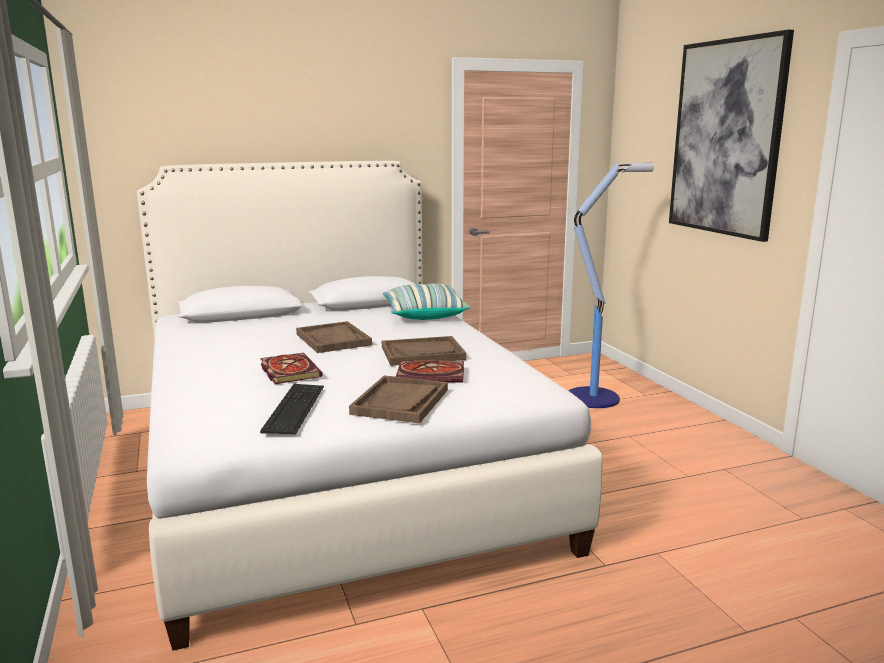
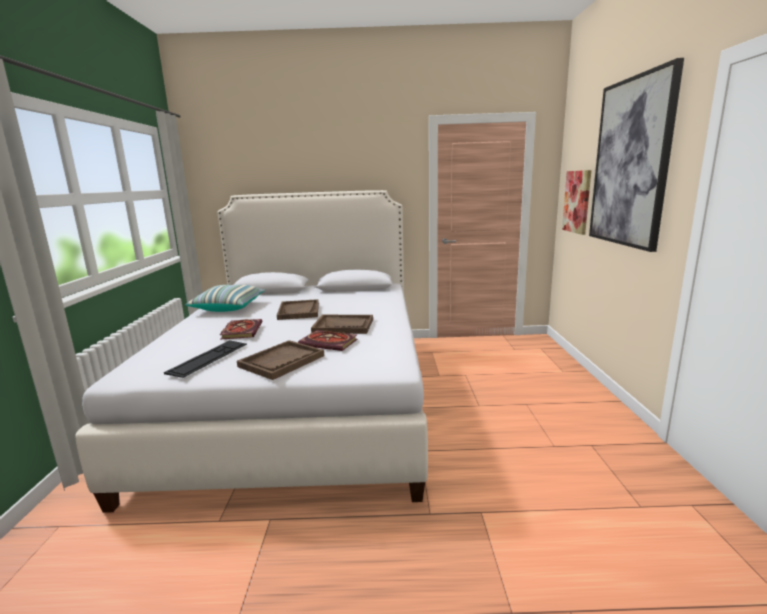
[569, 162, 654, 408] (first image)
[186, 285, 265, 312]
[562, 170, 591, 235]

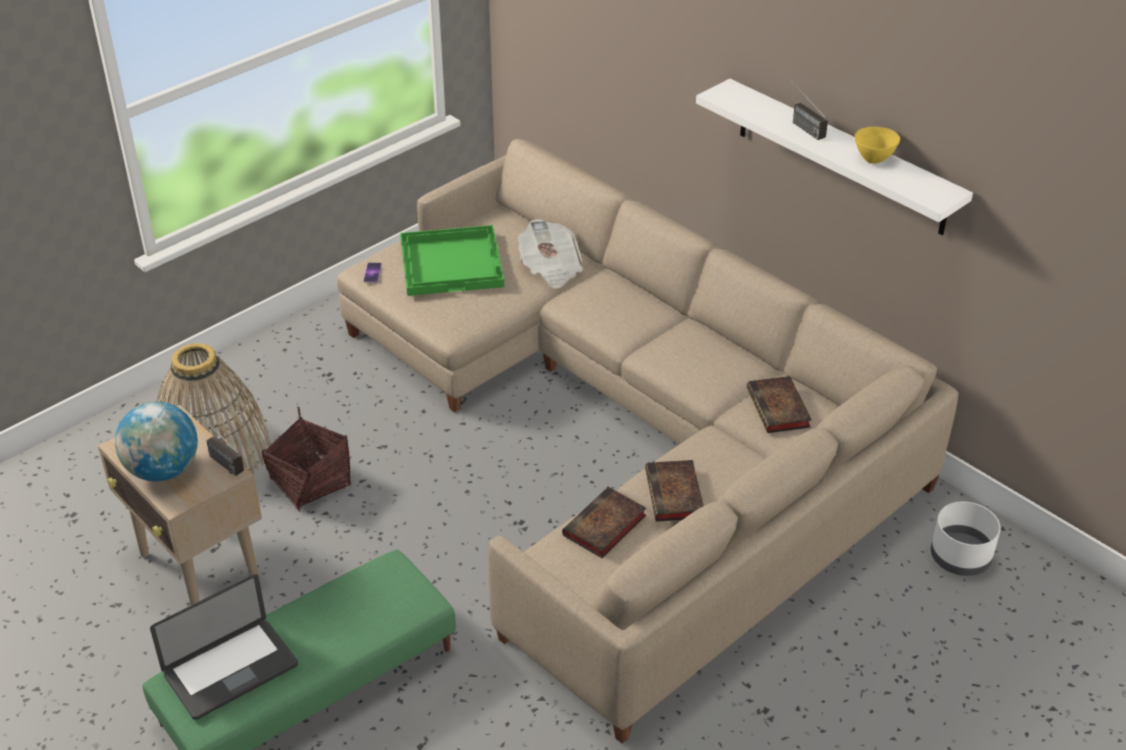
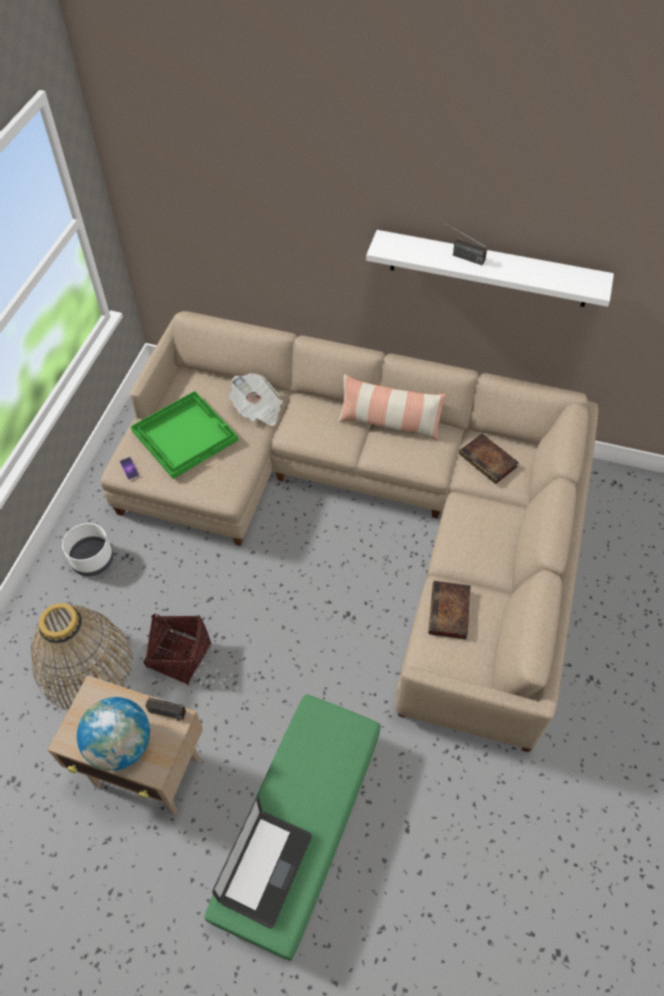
[855, 127, 900, 164] (first image)
[645, 460, 704, 522] (first image)
[62, 523, 113, 576]
[338, 374, 446, 441]

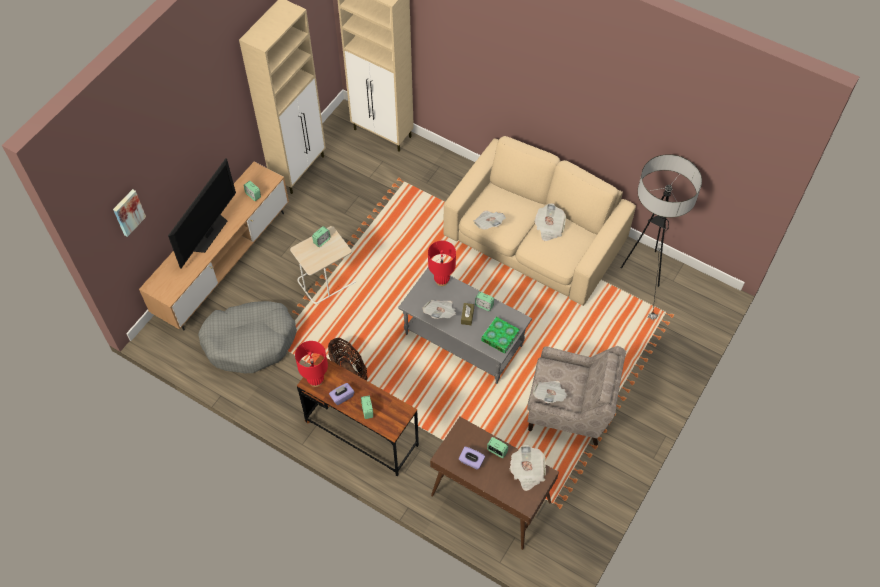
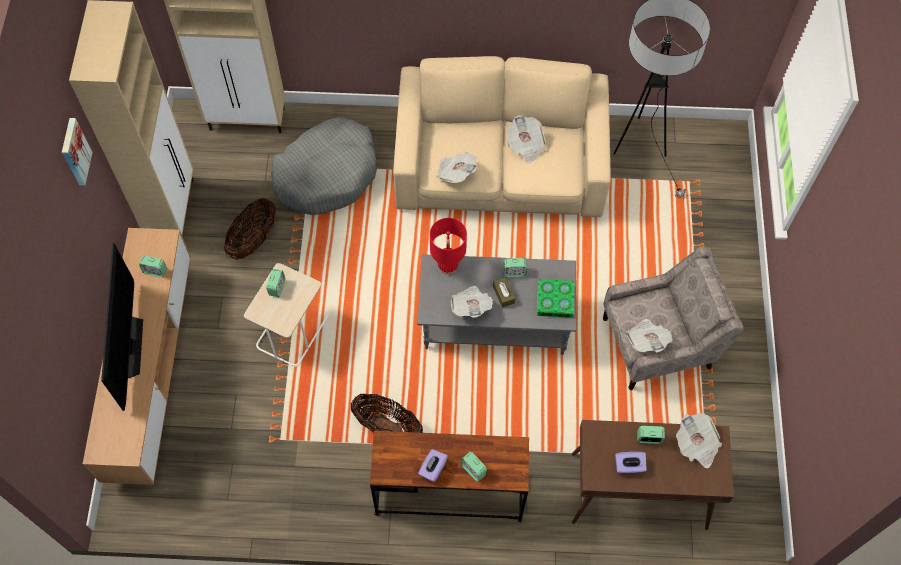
[62, 118, 93, 185]
[271, 117, 377, 215]
[295, 341, 328, 387] (first image)
[224, 198, 276, 259]

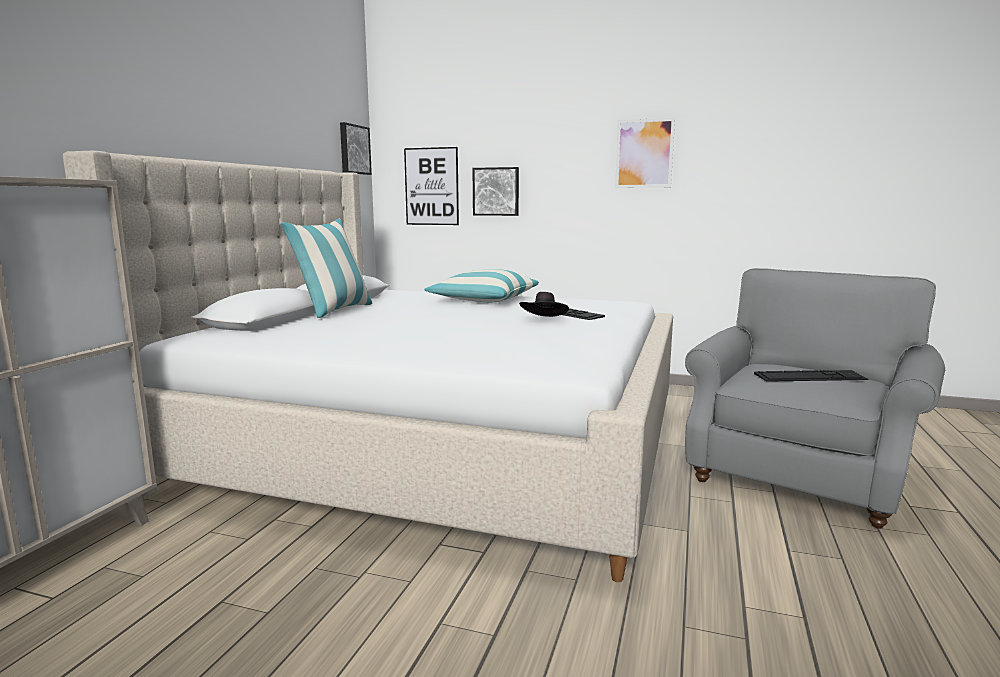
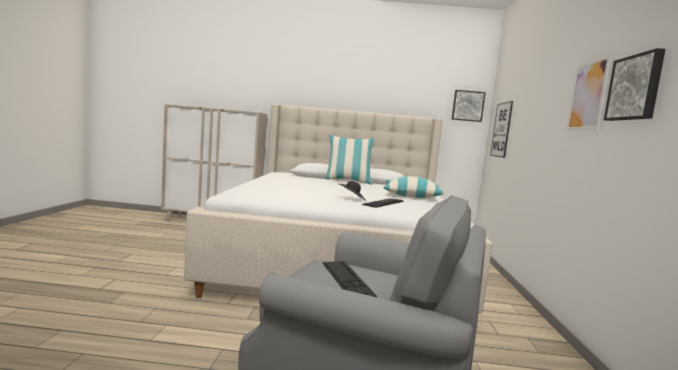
[604, 48, 665, 121]

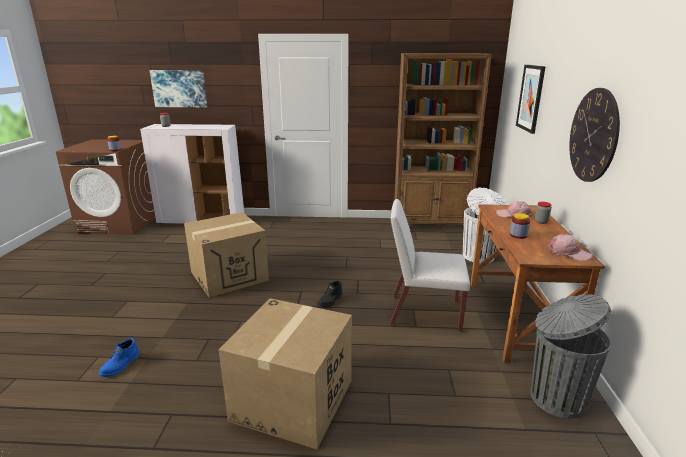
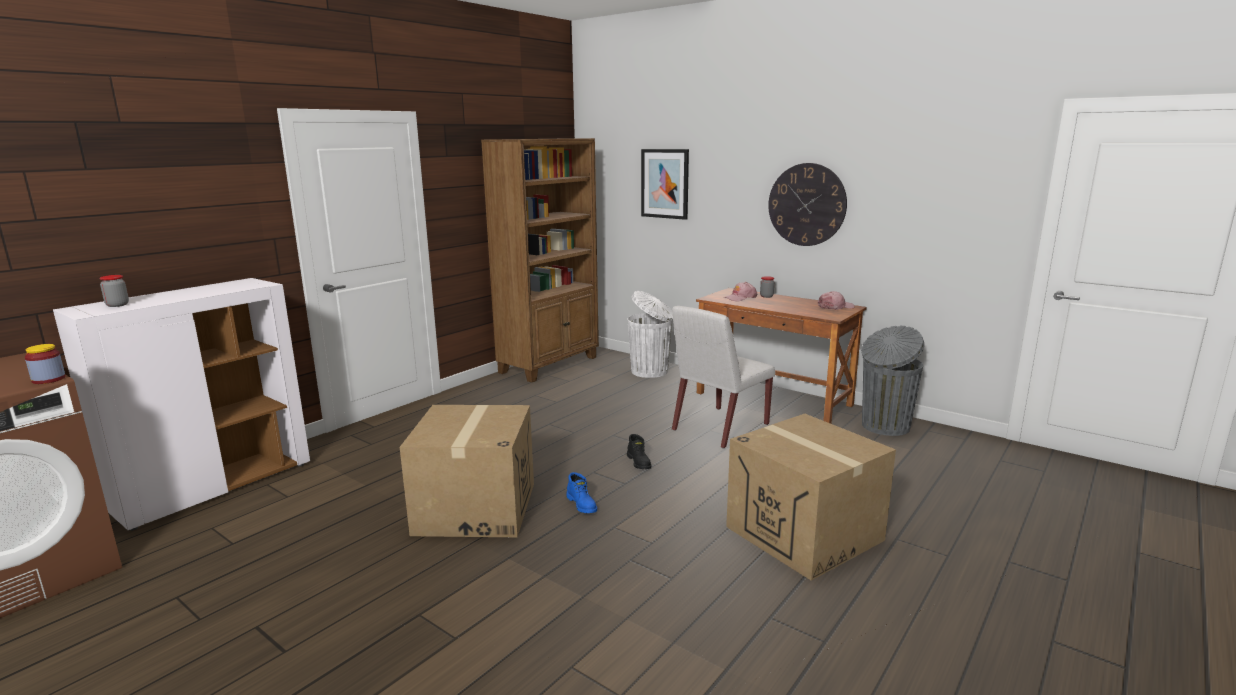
[150, 70, 207, 107] (first image)
[510, 213, 530, 239] (first image)
[566, 472, 597, 513]

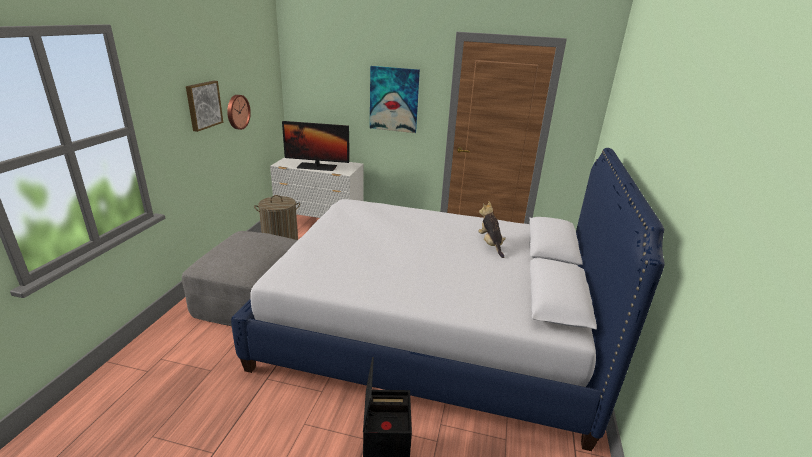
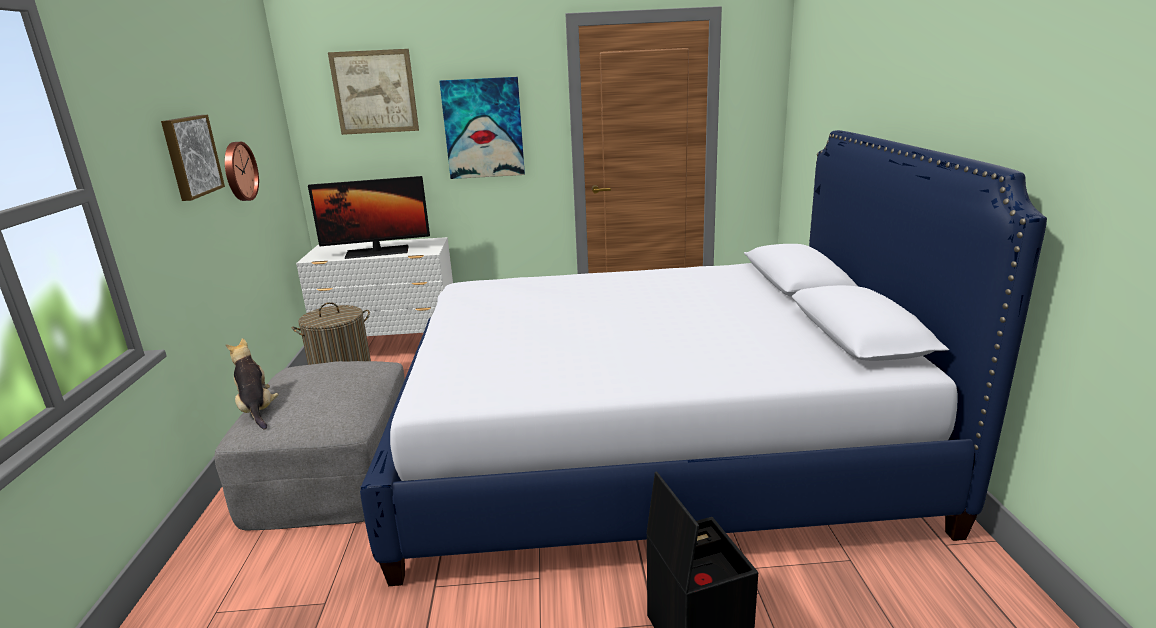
[226, 338, 279, 429]
[328, 49, 419, 135]

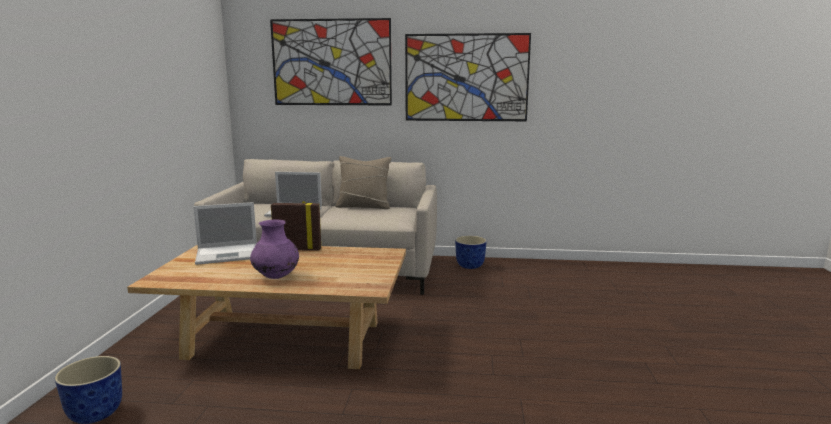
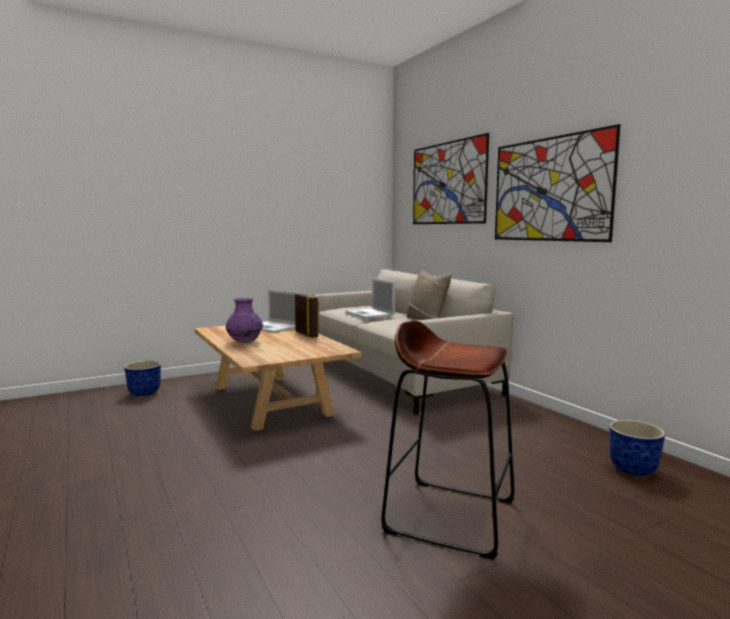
[609, 420, 665, 476]
[382, 321, 515, 560]

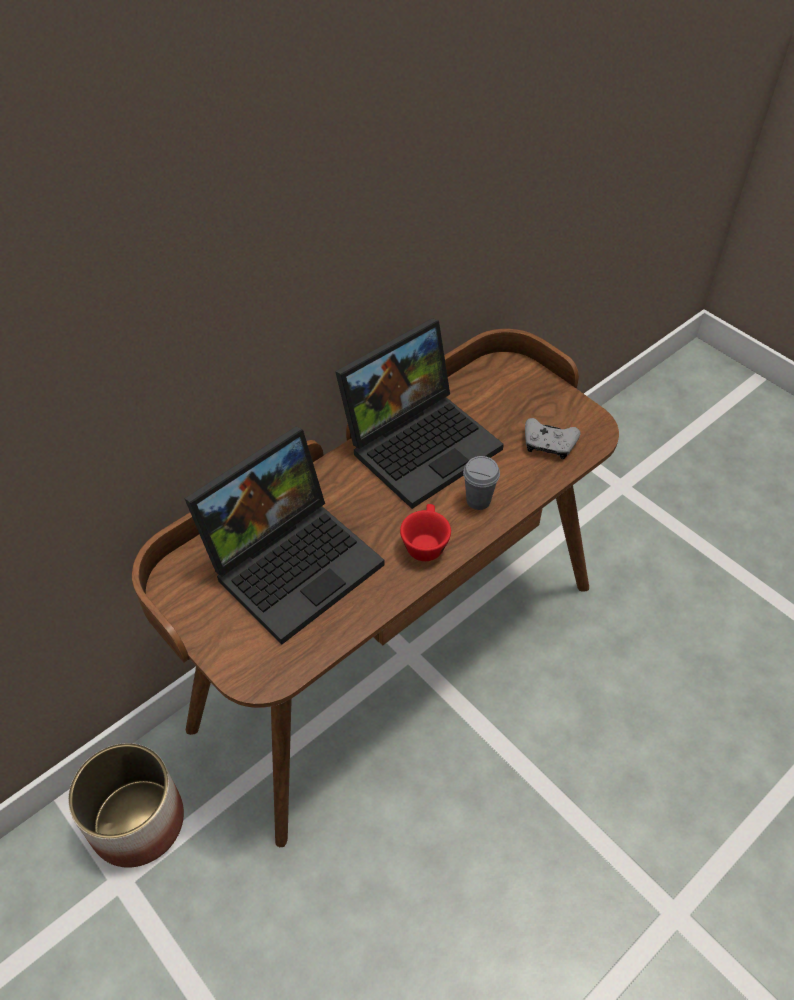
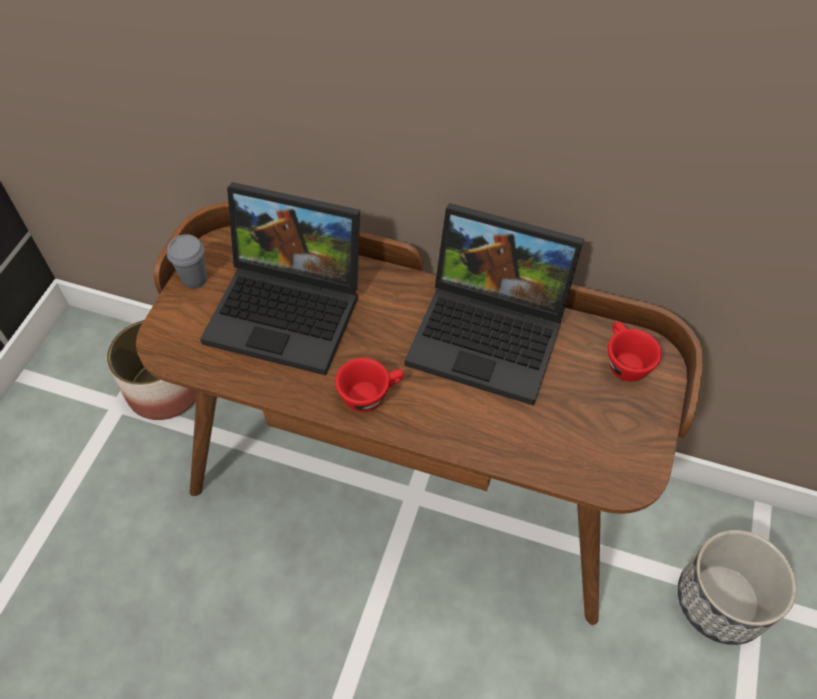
[525, 418, 581, 459] (first image)
[167, 234, 207, 289]
[608, 322, 662, 382]
[678, 530, 797, 645]

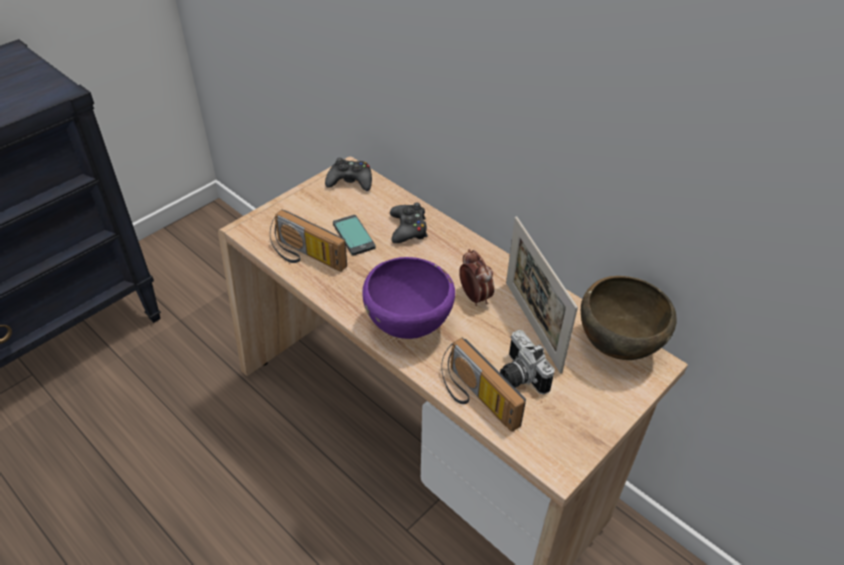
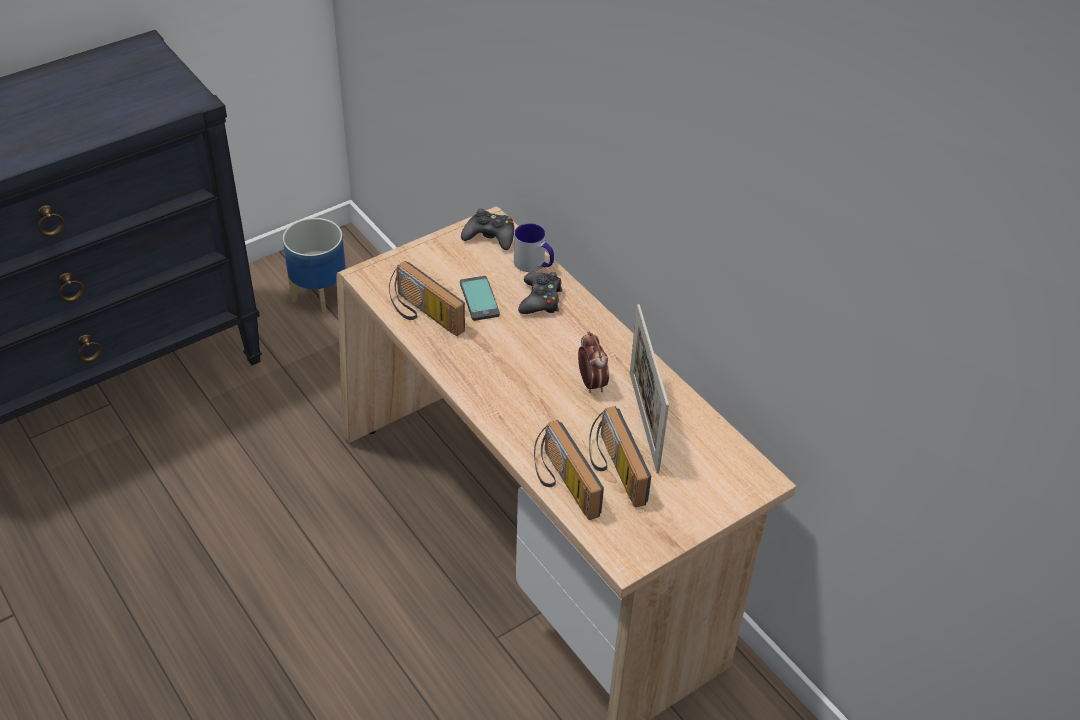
[362, 257, 455, 339] (first image)
[581, 276, 676, 360] (first image)
[589, 406, 651, 507]
[283, 218, 346, 315]
[514, 223, 554, 272]

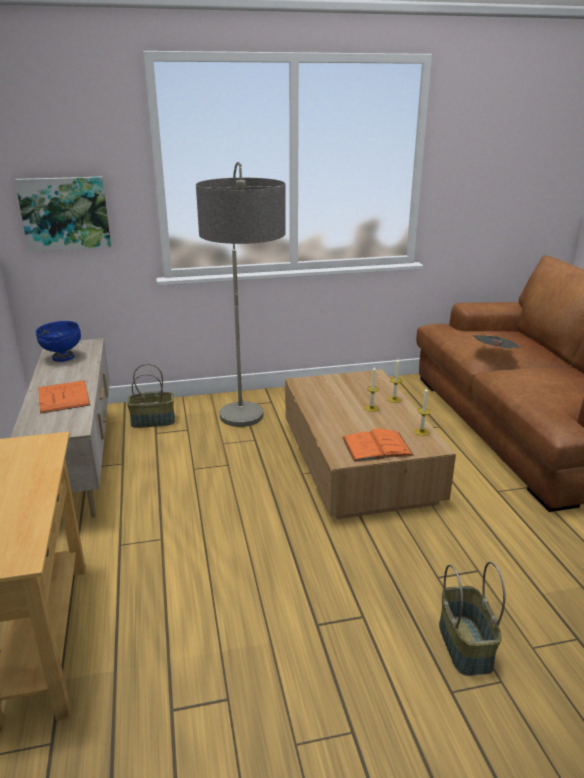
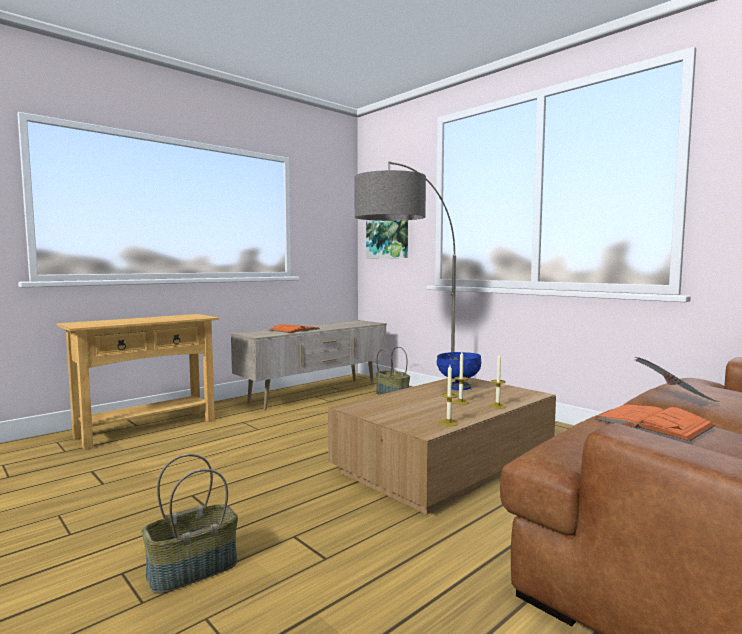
[437, 352, 481, 390]
[594, 404, 715, 441]

